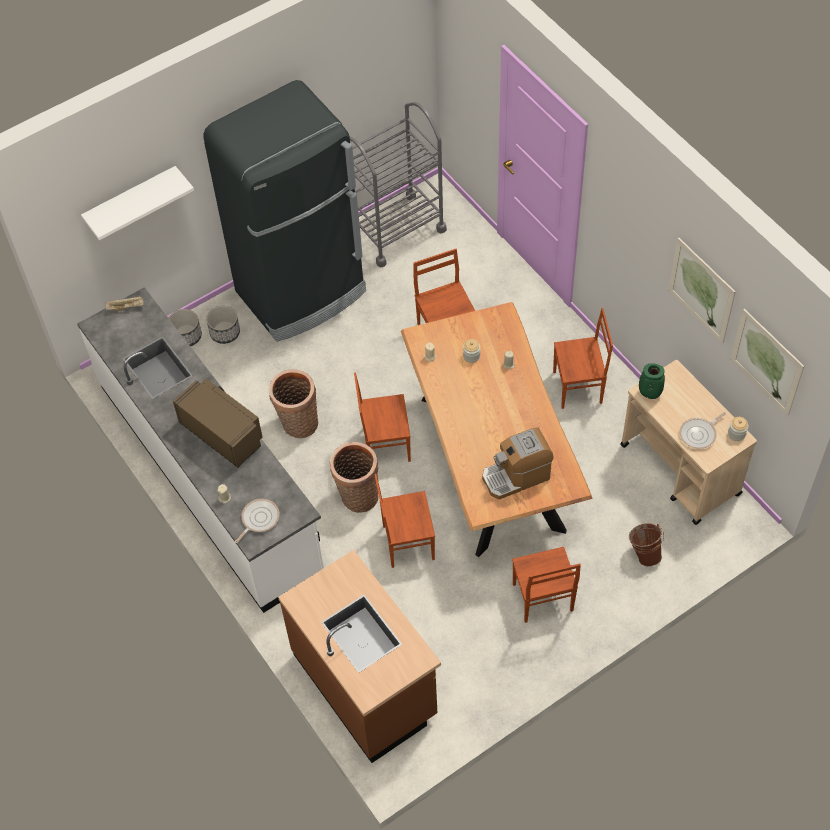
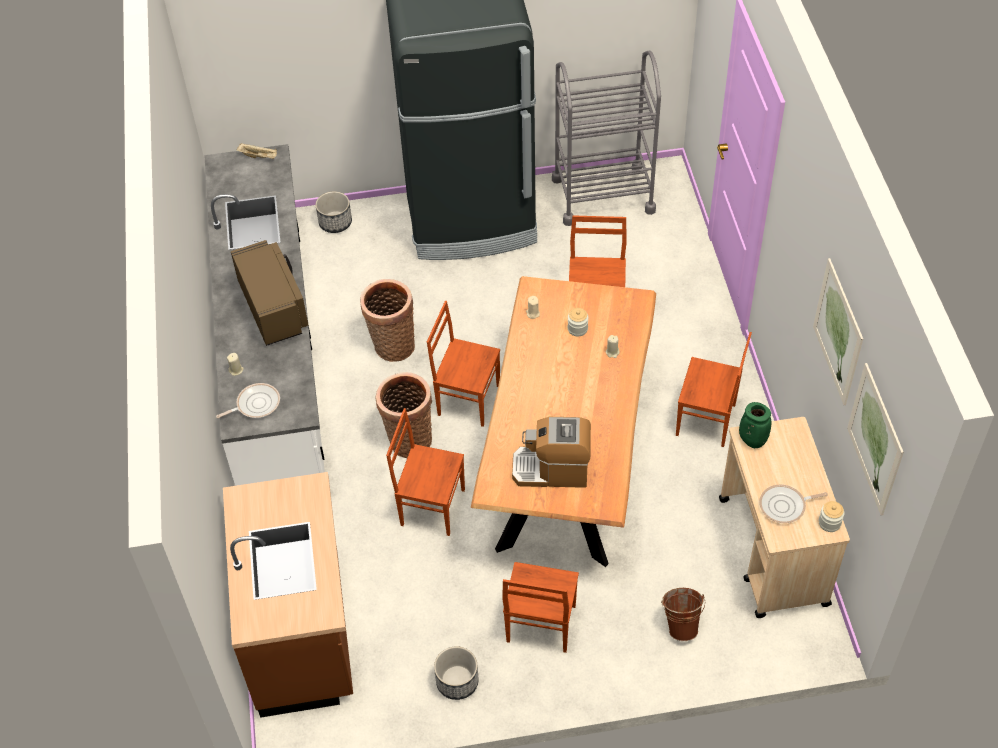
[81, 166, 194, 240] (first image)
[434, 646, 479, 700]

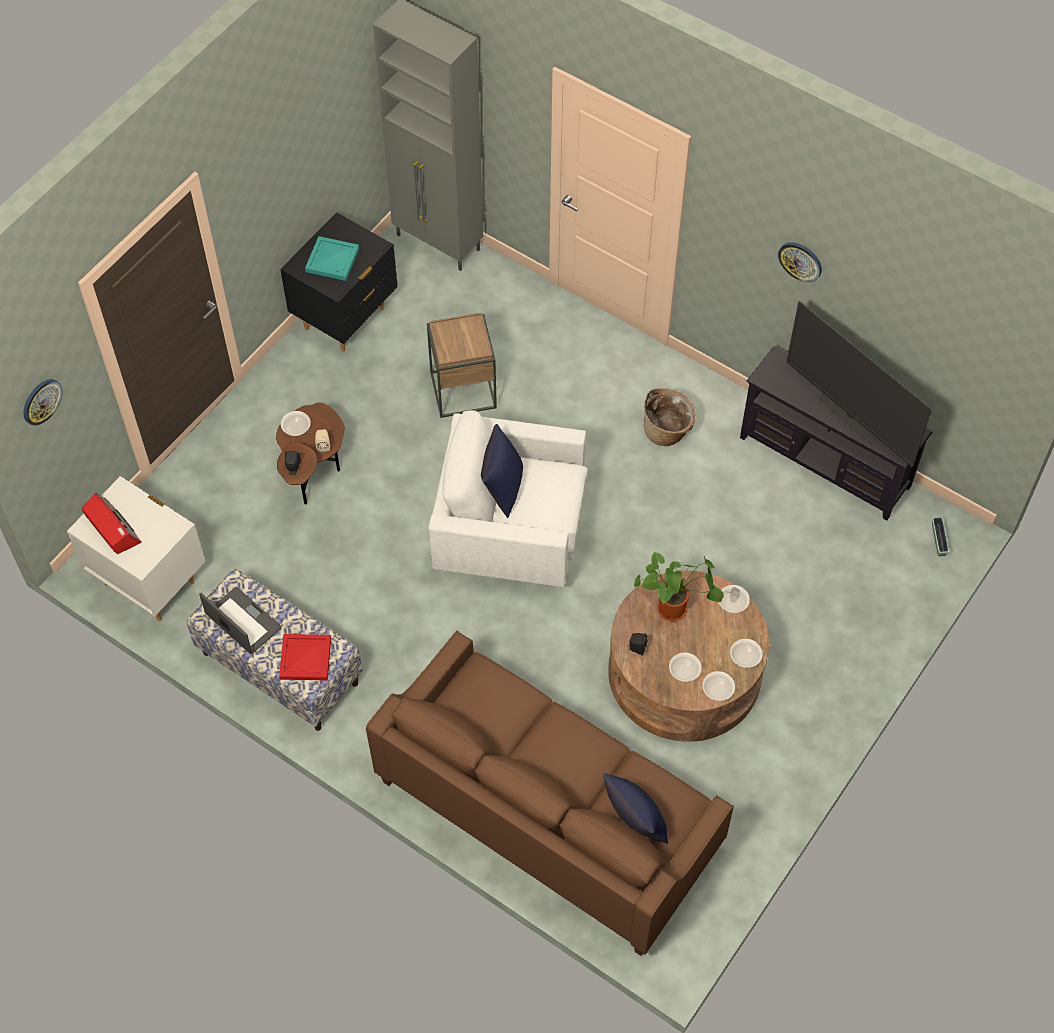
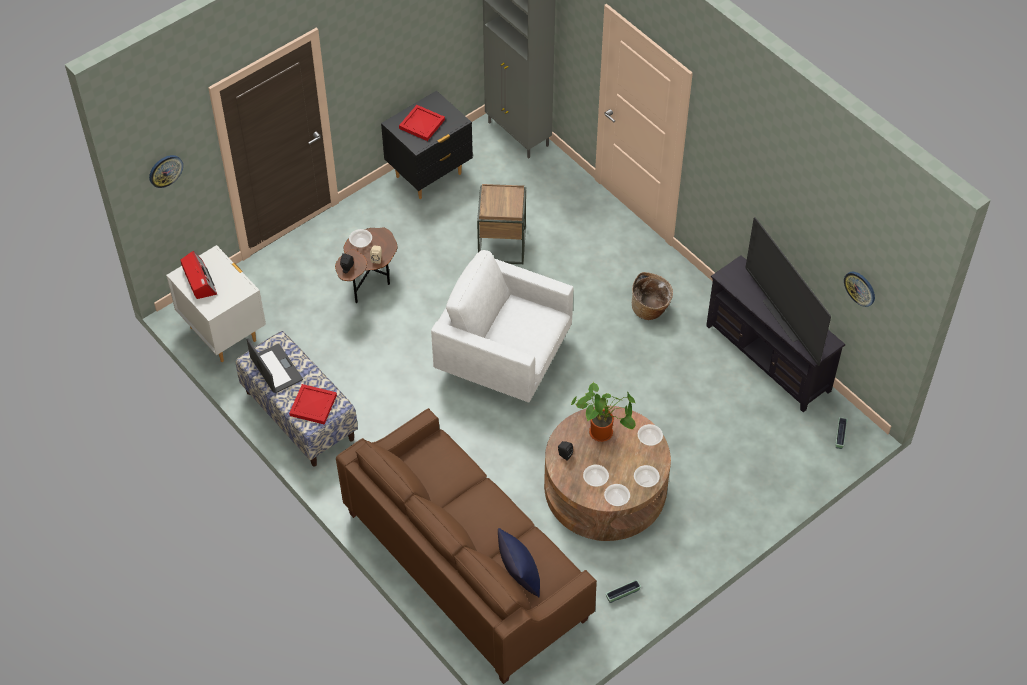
[399, 105, 445, 141]
[844, 272, 875, 307]
[481, 424, 523, 518] (first image)
[606, 580, 641, 603]

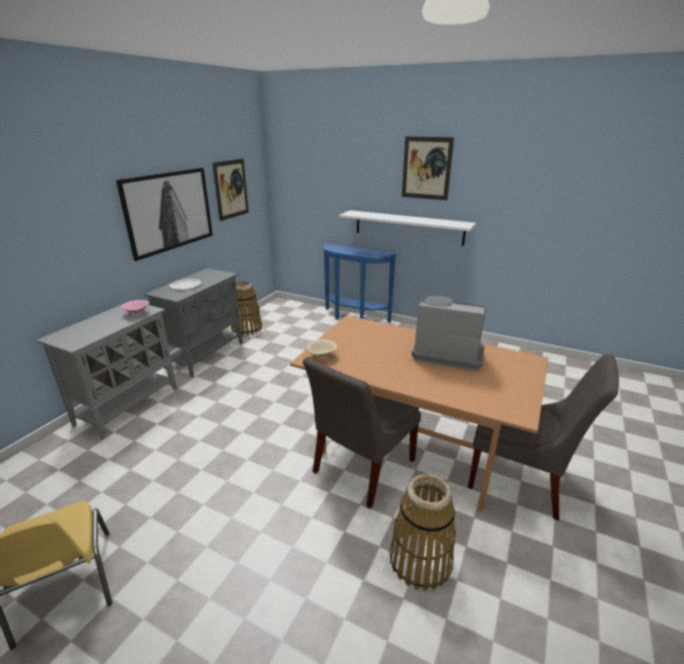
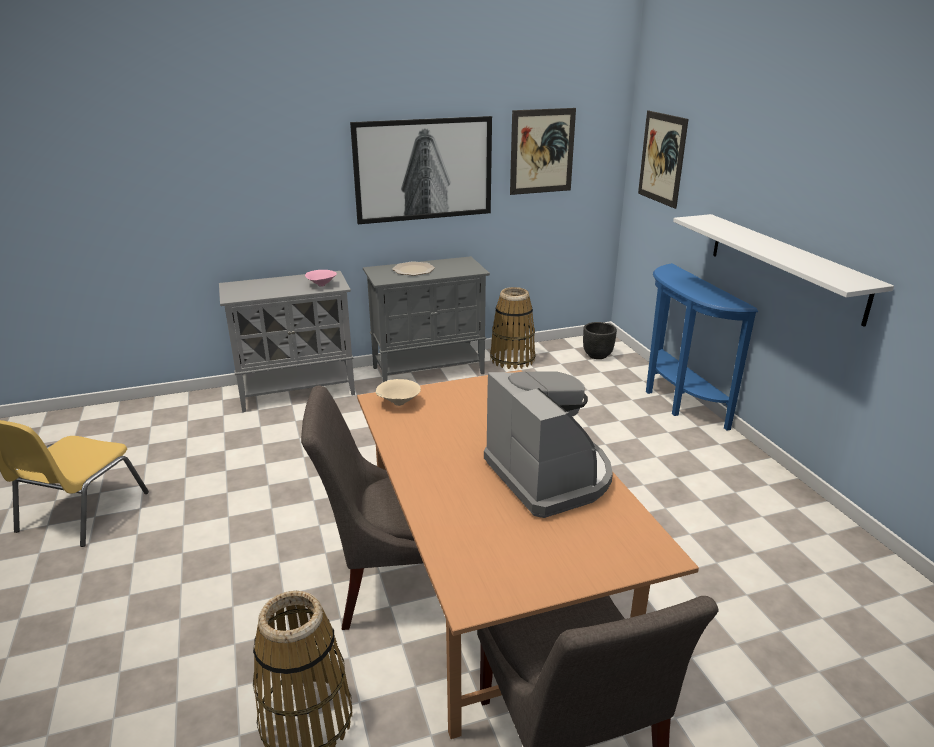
[638, 110, 688, 209]
[583, 322, 617, 359]

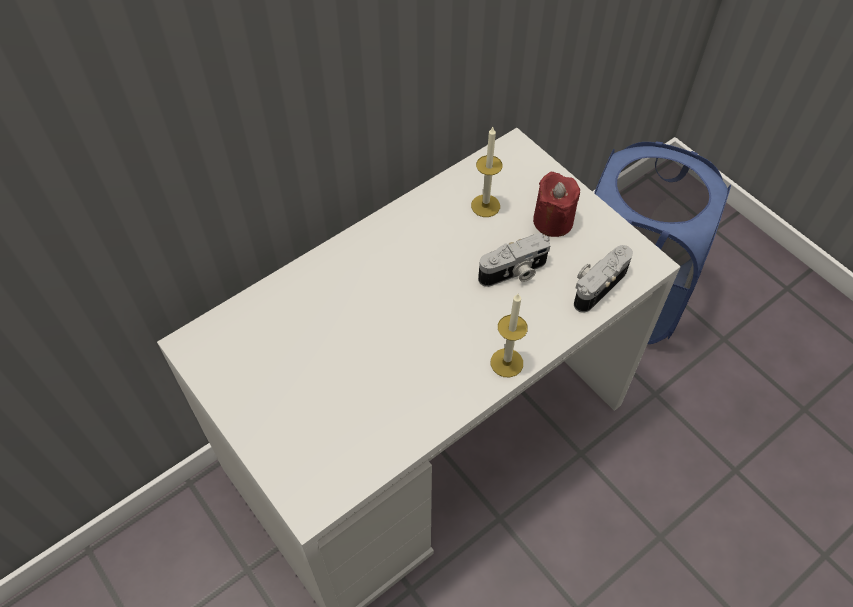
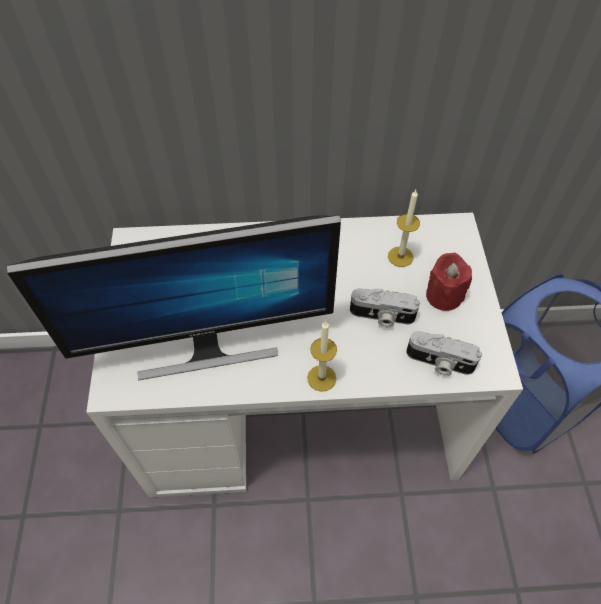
[406, 331, 482, 376]
[7, 215, 341, 380]

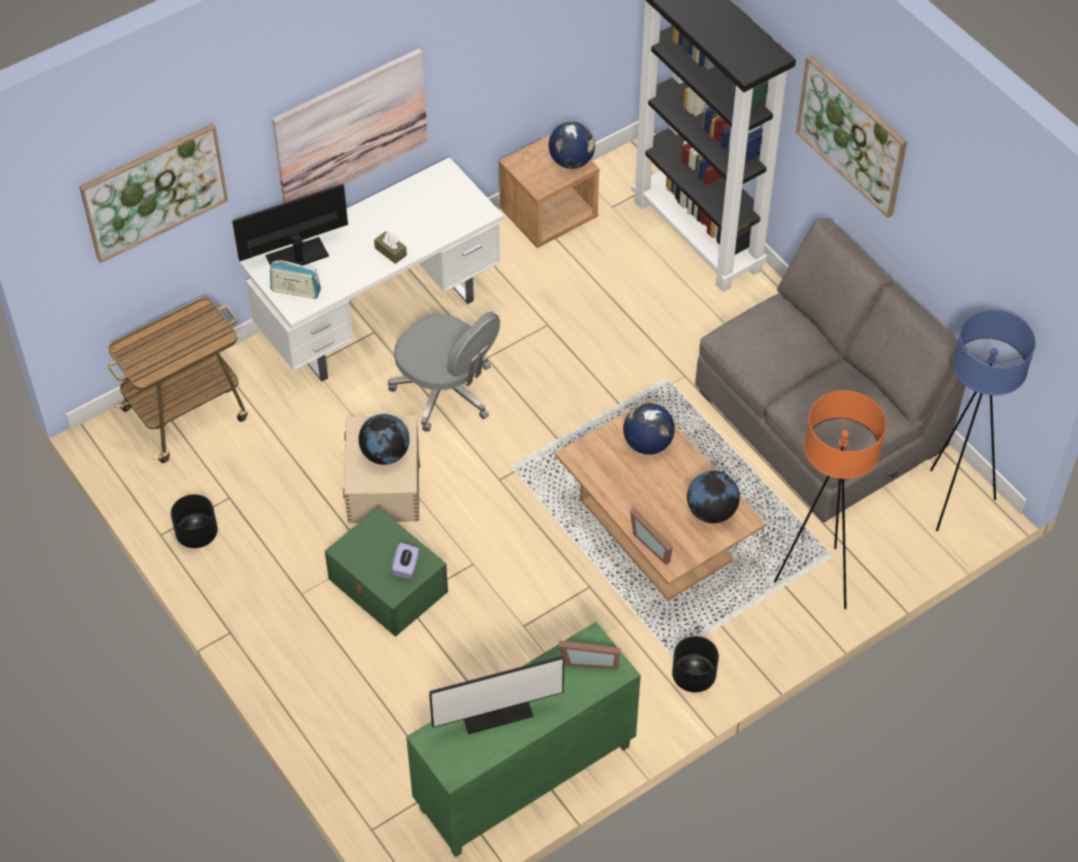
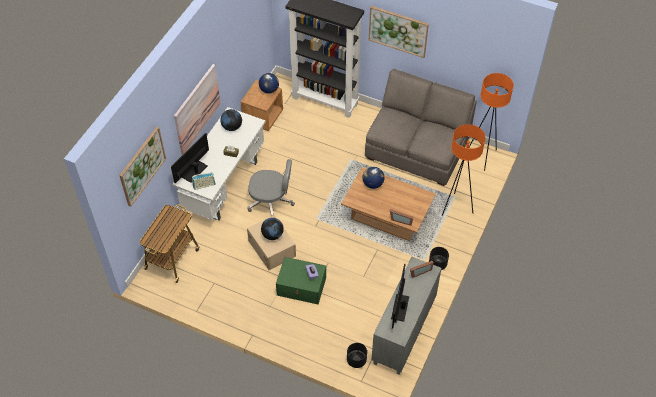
[469, 73, 514, 171]
[220, 109, 242, 131]
[347, 343, 367, 368]
[371, 257, 442, 375]
[391, 263, 409, 329]

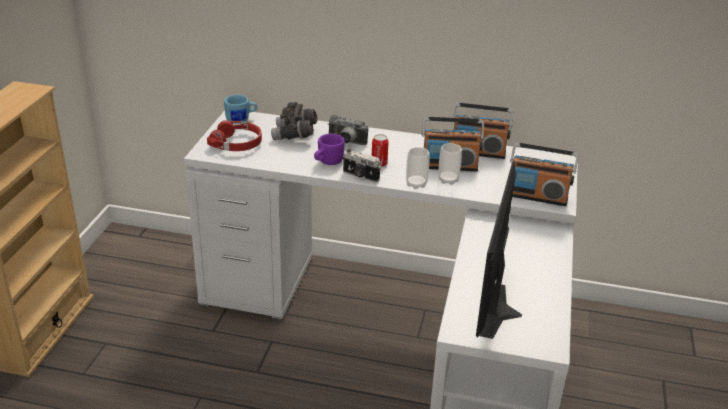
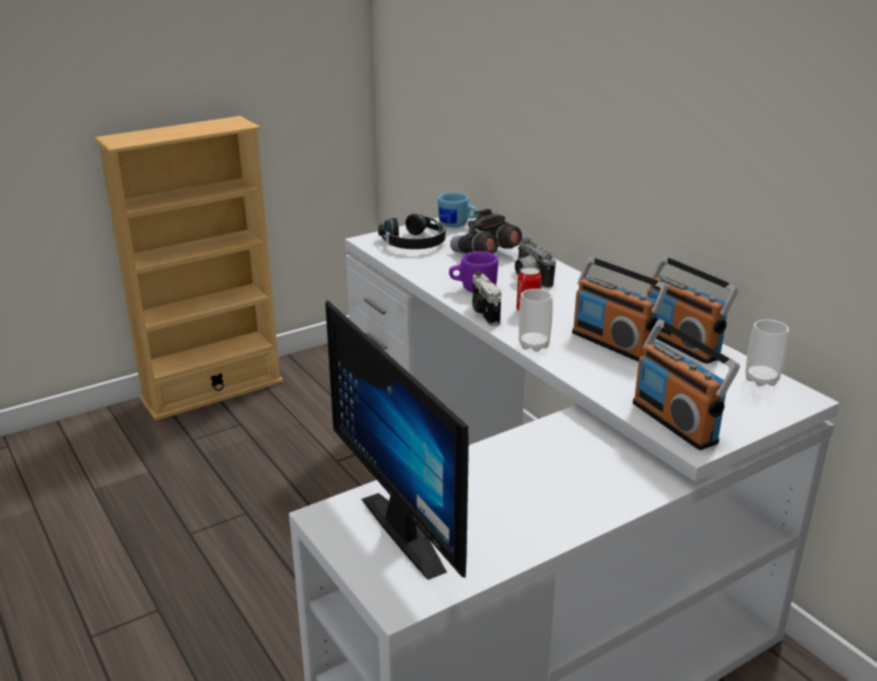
[378, 214, 445, 249]
[745, 319, 789, 386]
[325, 300, 469, 580]

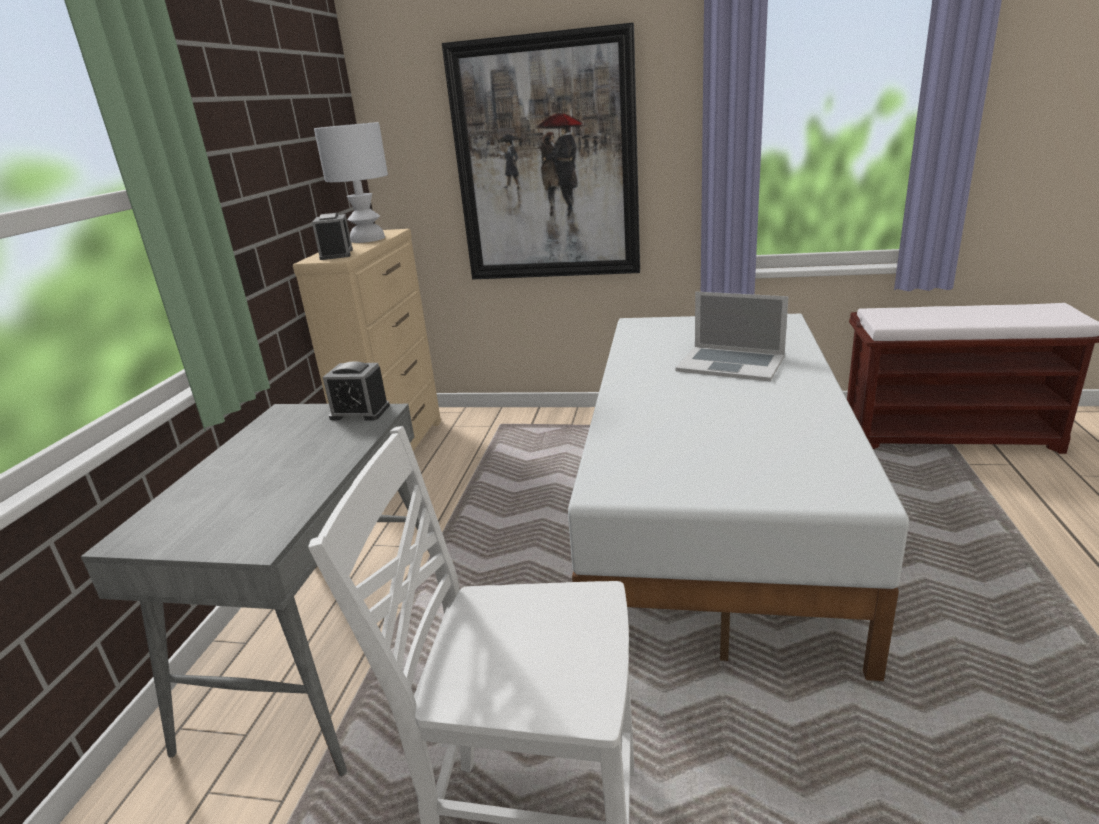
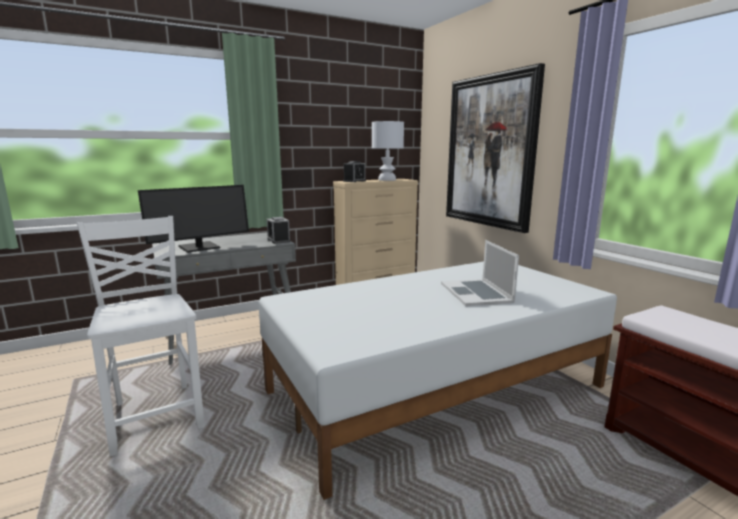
[138, 185, 249, 253]

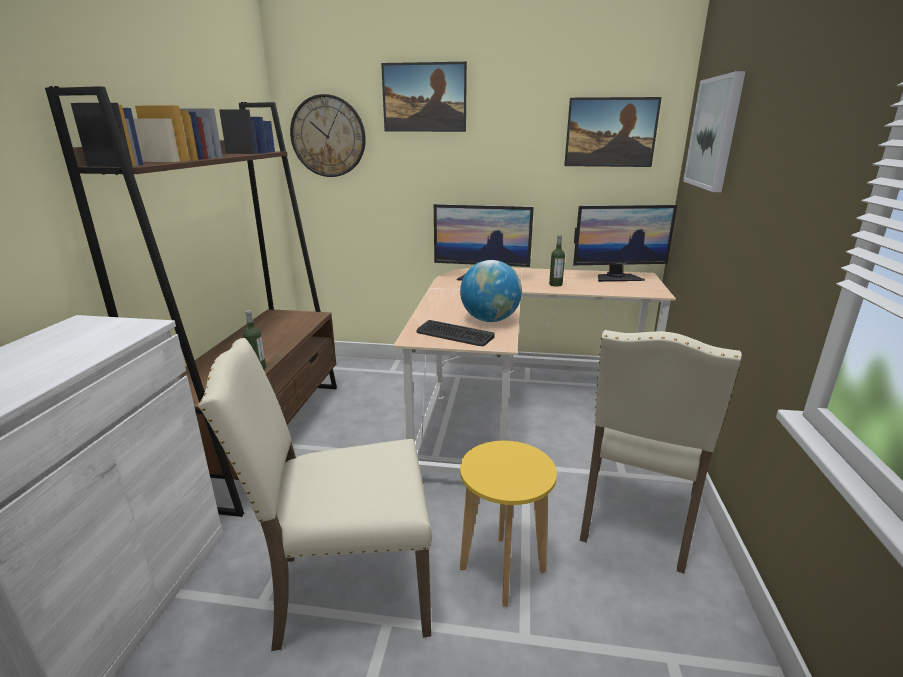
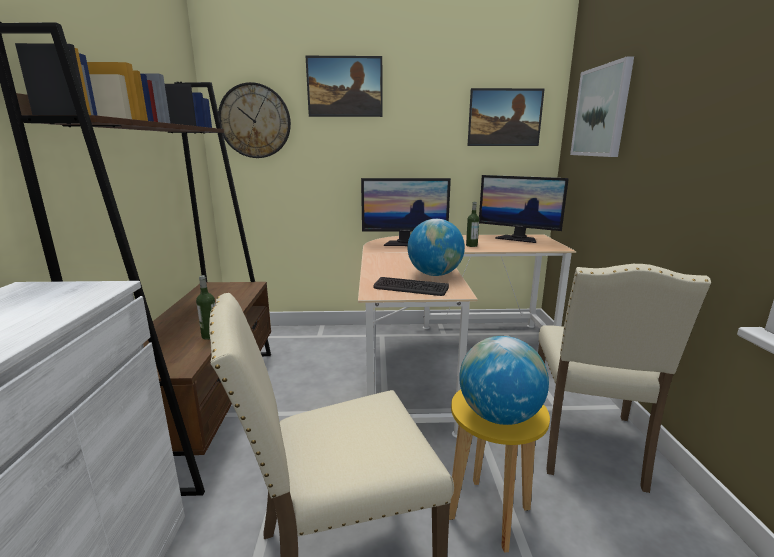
[479, 175, 569, 243]
[459, 336, 549, 425]

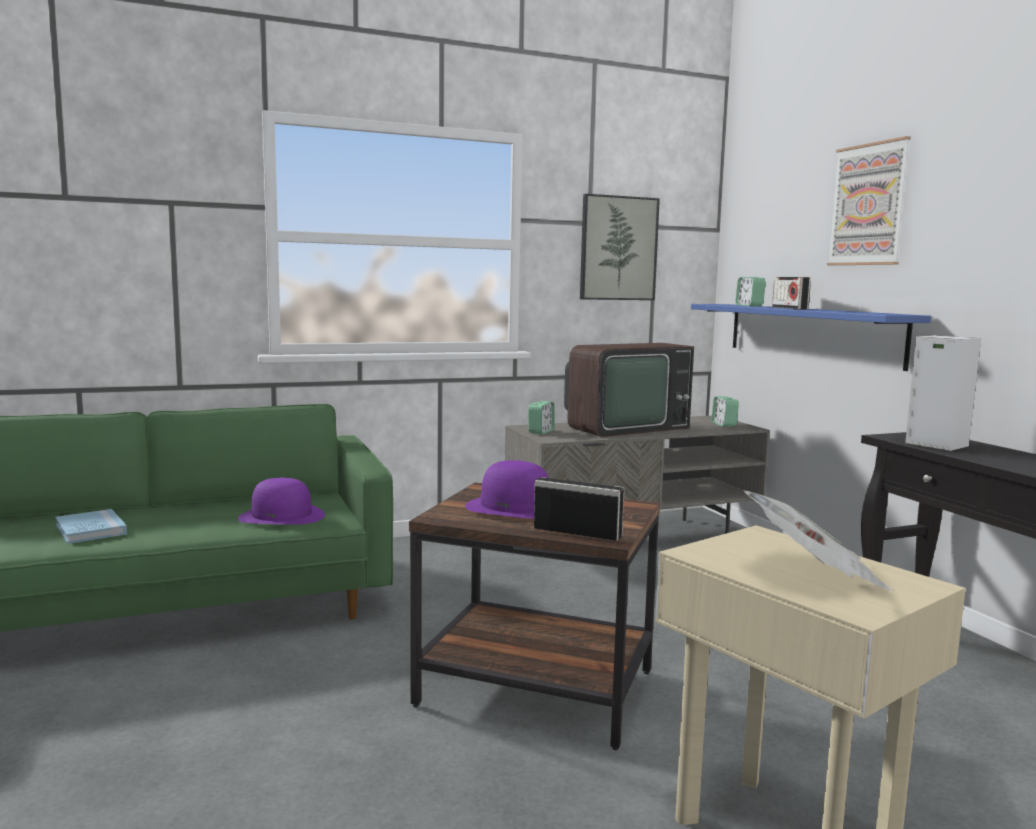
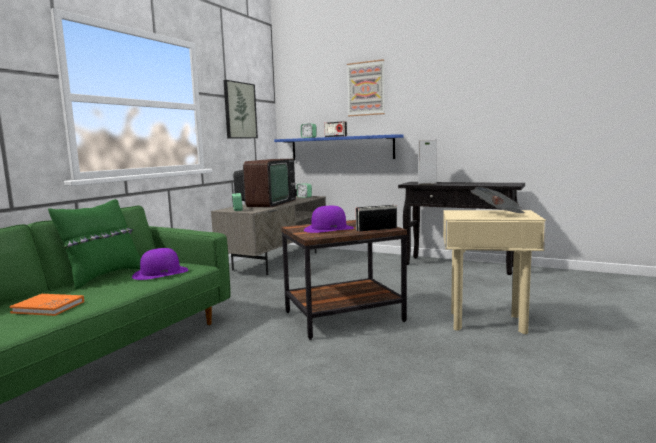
[9, 294, 84, 316]
[48, 199, 141, 289]

